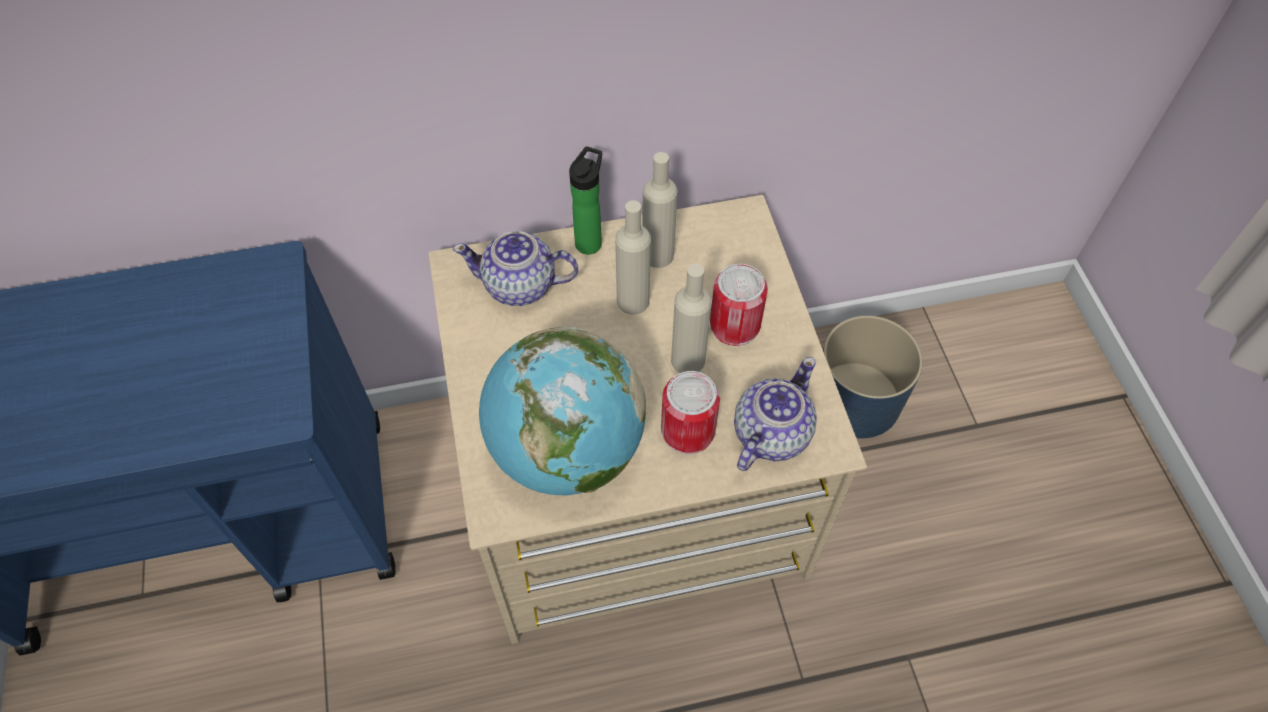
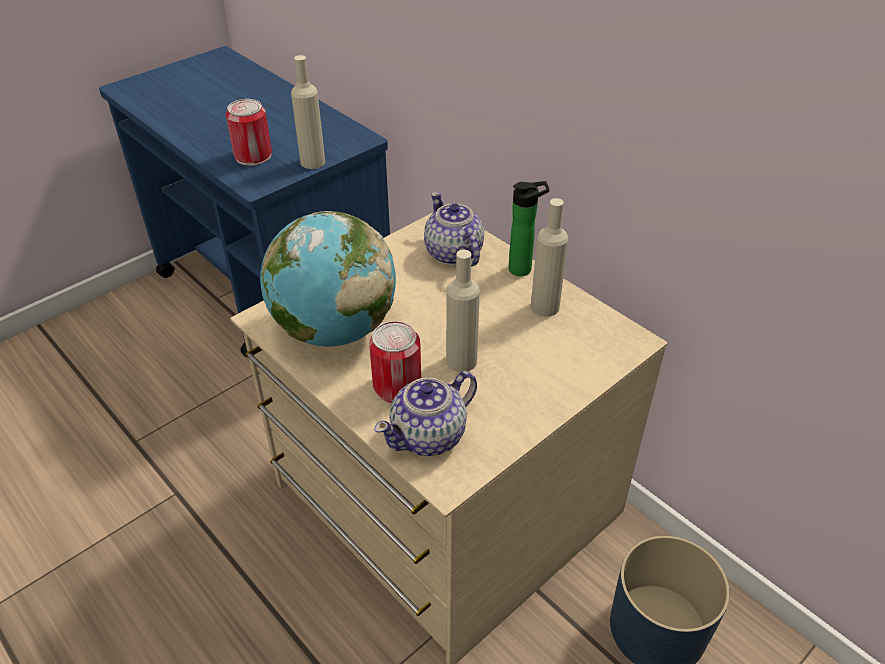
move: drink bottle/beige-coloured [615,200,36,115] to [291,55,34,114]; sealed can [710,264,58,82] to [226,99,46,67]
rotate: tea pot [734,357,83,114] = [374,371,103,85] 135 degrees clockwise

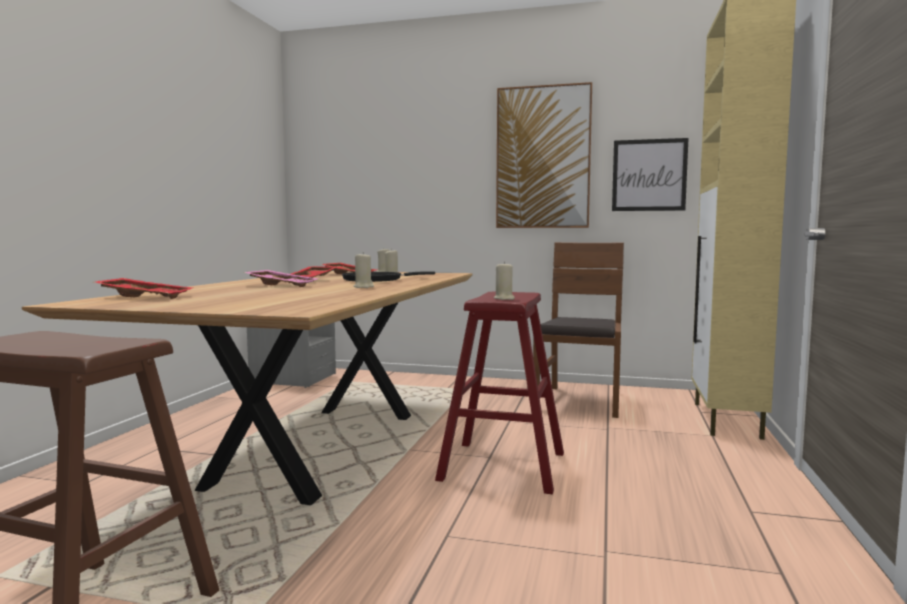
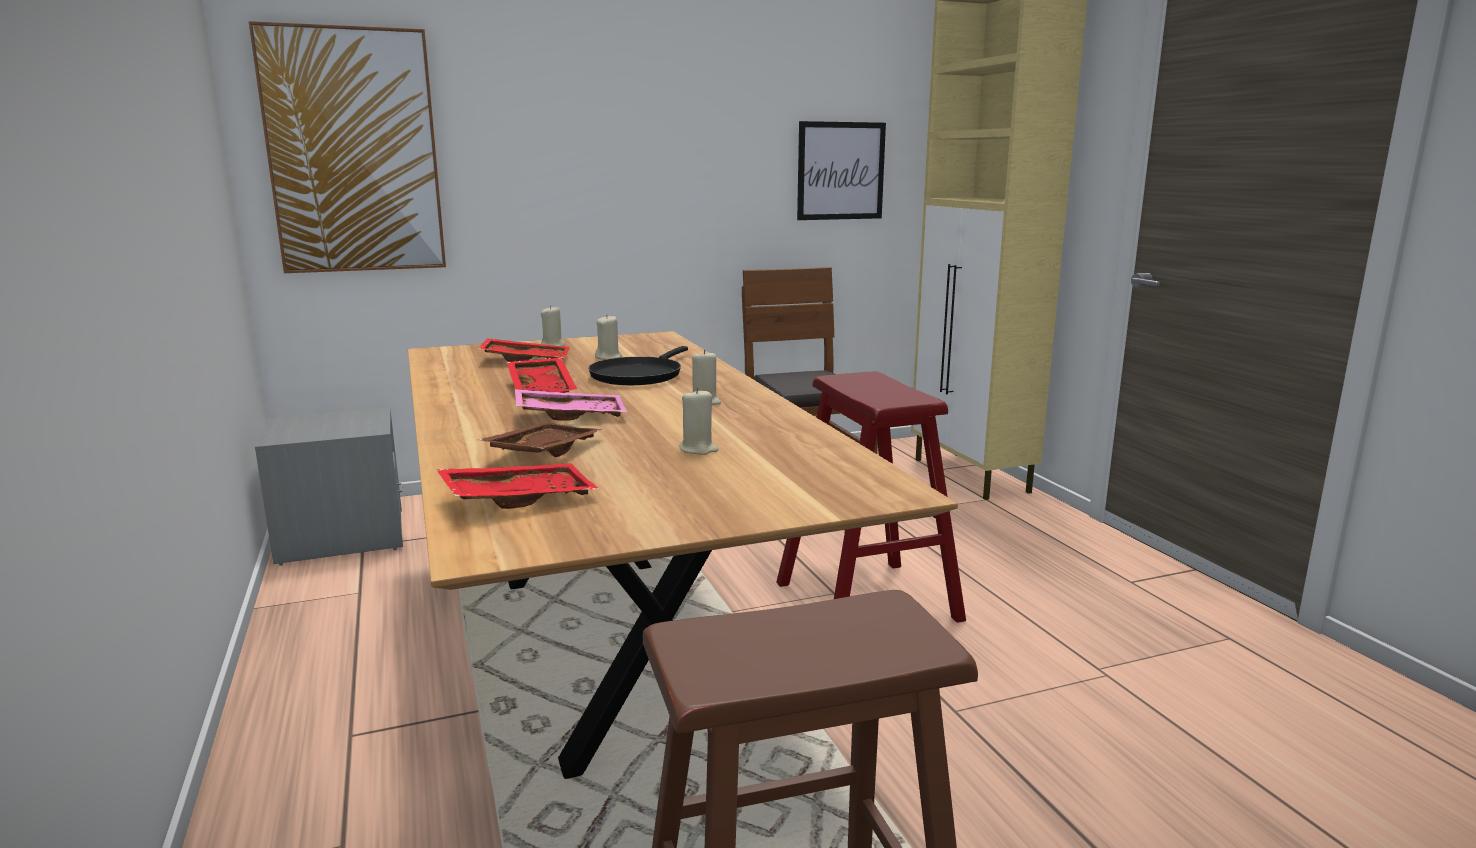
insert: serving tray/brown-coloured [478,422,125,35]
move: wax light/beige-coloured [494,262,21,38] to [679,388,39,67]; picture [496,82,96,146] to [249,21,197,252]

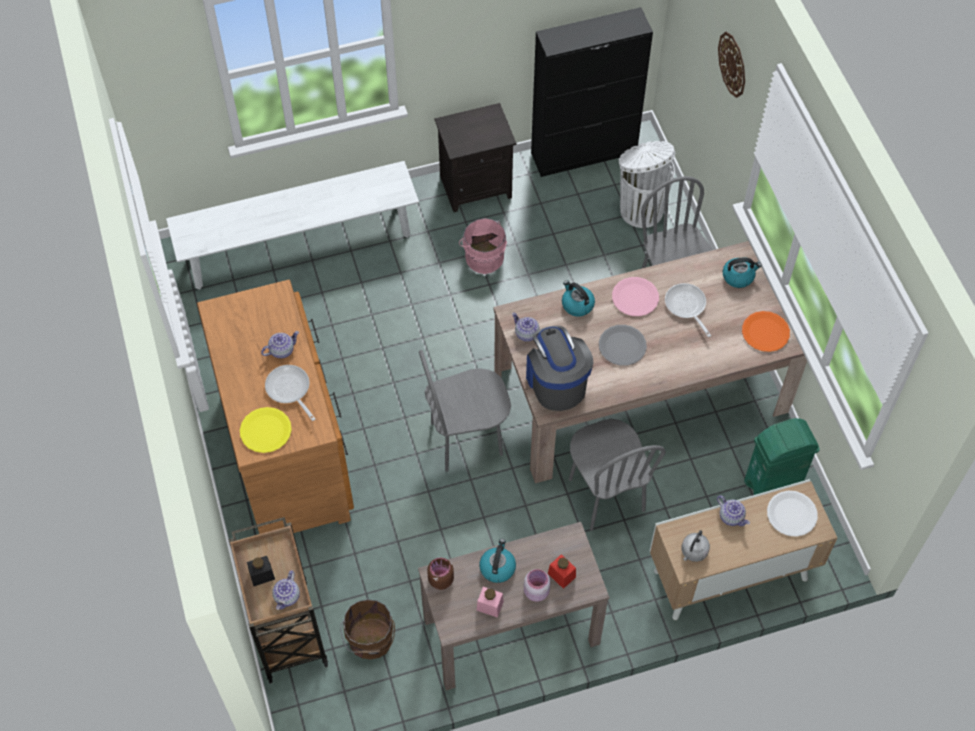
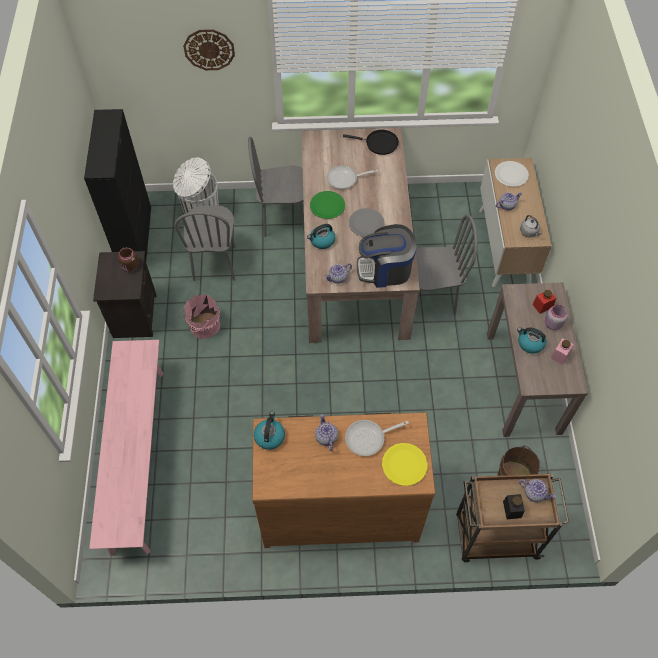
delete: waste bin/greenish [744,418,76,77]
move: plain chair/greyish [419,350,92,122] to [174,205,61,76]; storage jar/brown-coloured [427,558,27,32] to [118,247,21,25]; kettle [723,257,39,31] to [254,412,31,38]
replace: plate/orange [742,311,48,41] to pan/black-coloured [343,130,56,25]
recolor: bench/whitish [166,161,253,129] to bench/pink [89,340,75,216]; plate/pink [612,277,47,39] to plate/greenish [310,191,35,28]

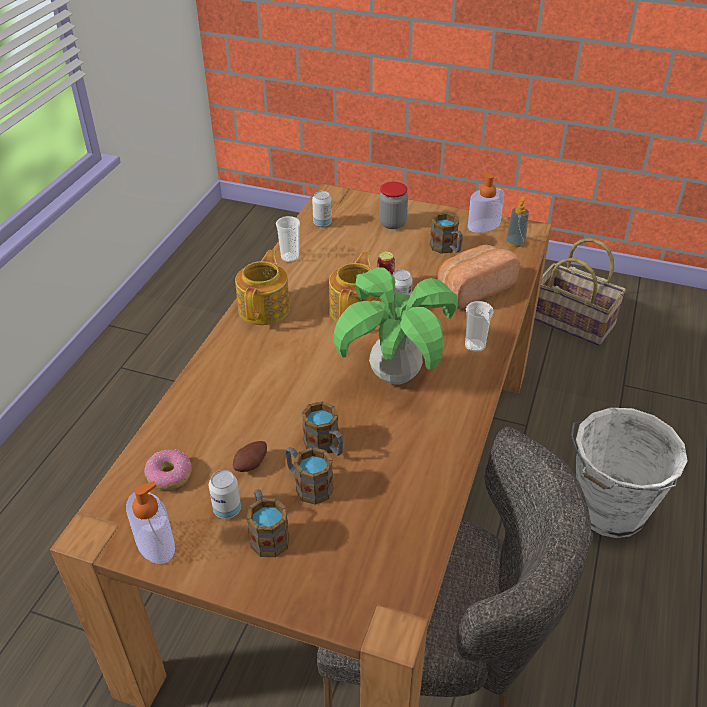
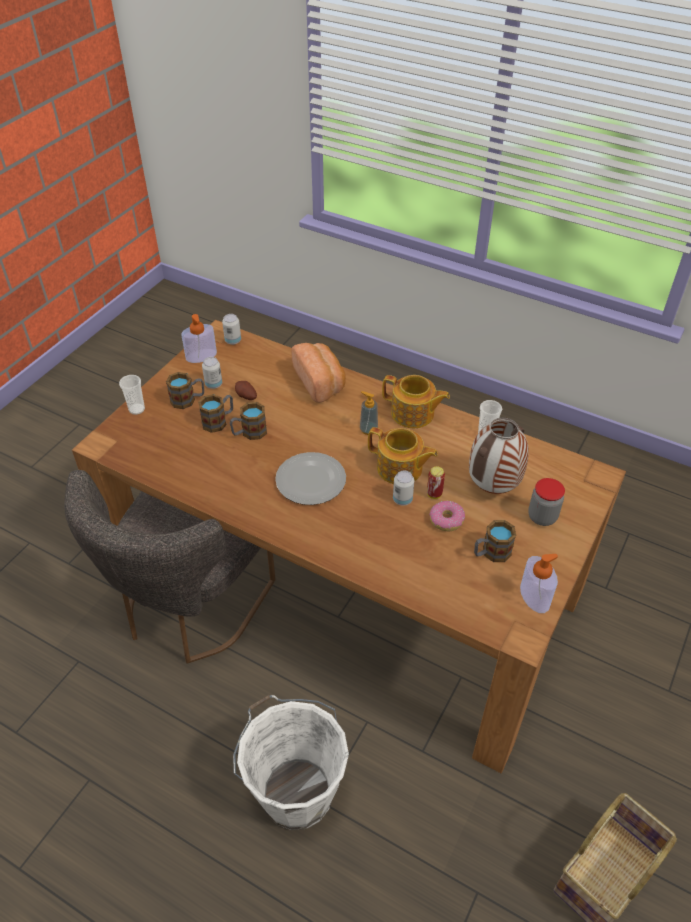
insert: vase [469,418,60,76]
move: doughnut [144,449,48,41] to [429,501,36,30]; sealed can [312,191,20,36] to [222,314,19,31]; bakery bread [437,245,83,64] to [291,343,55,60]; cup [465,301,29,51] to [119,375,26,40]; liquid soap bottle [506,196,23,51] to [360,391,18,44]
replace: houseplant [333,267,125,118] to plate [275,452,71,53]

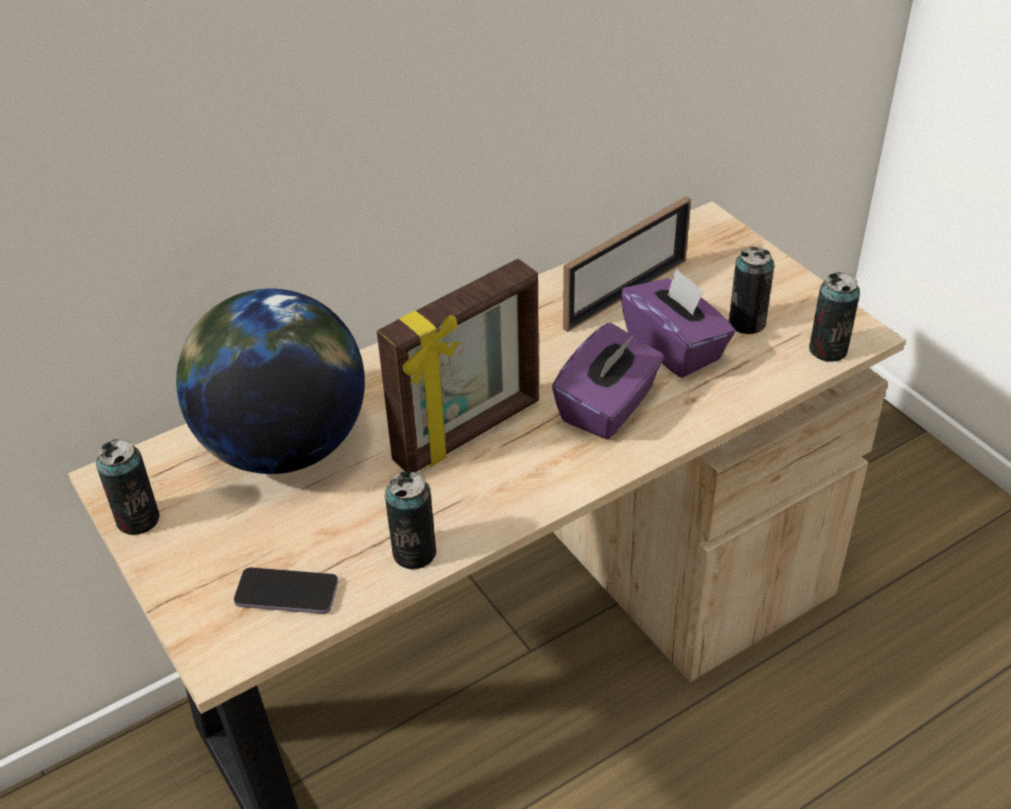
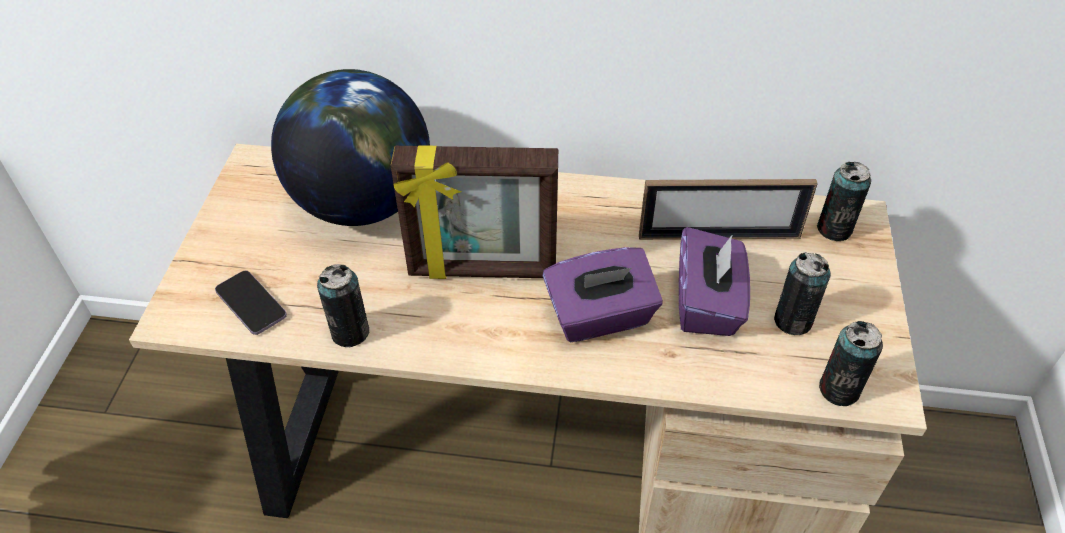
move: sealed can [96,439,64,96] to [817,162,54,79]

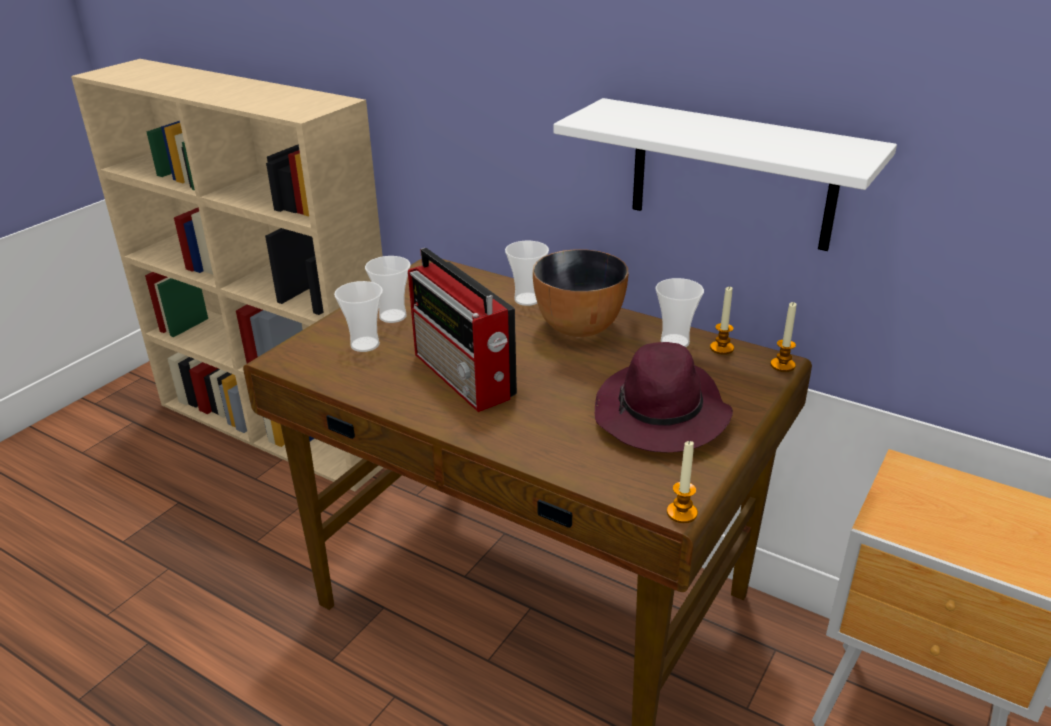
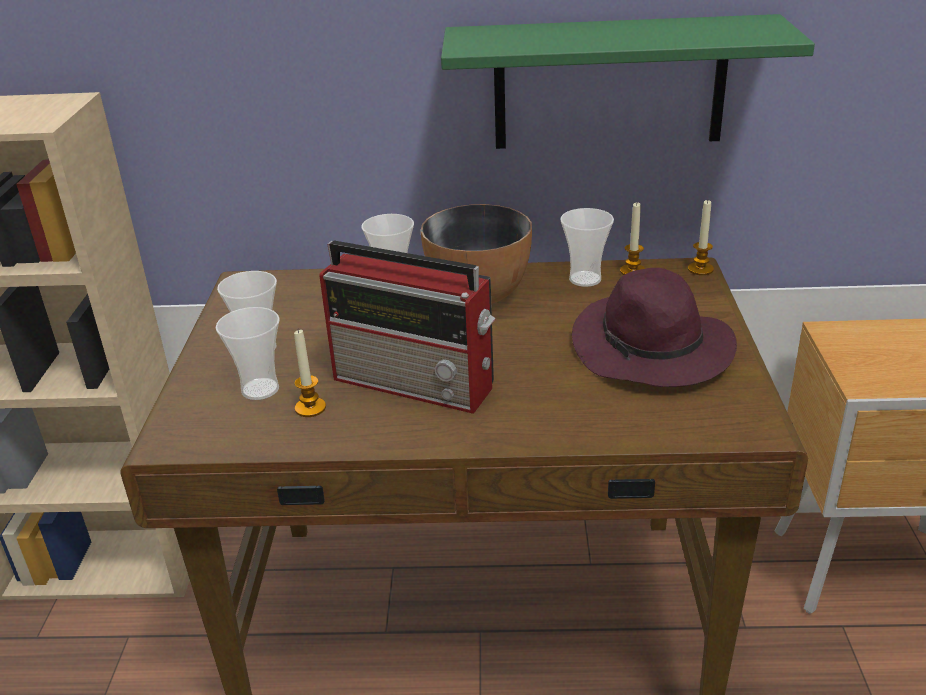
move: wax light [667,440,31,83] to [294,330,32,87]
recolor: wall shelf/whitish [553,98,344,153] to wall shelf/greenish [441,14,374,135]

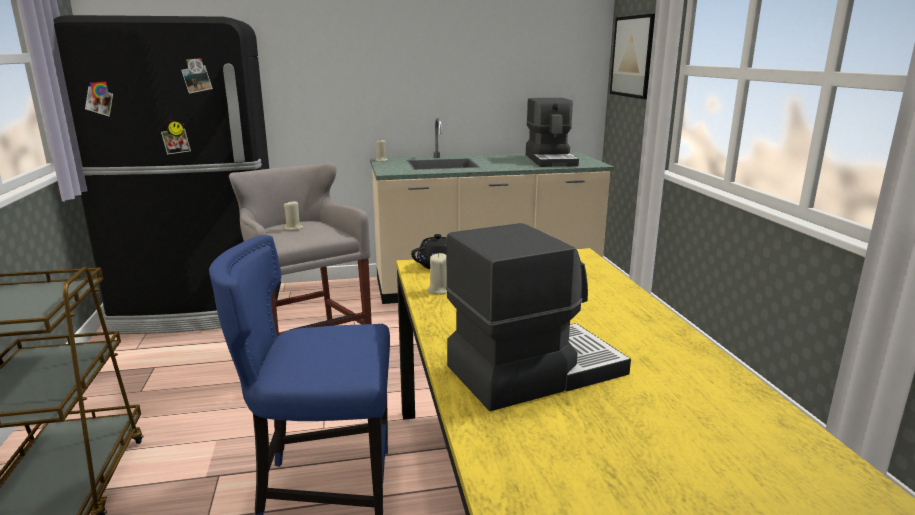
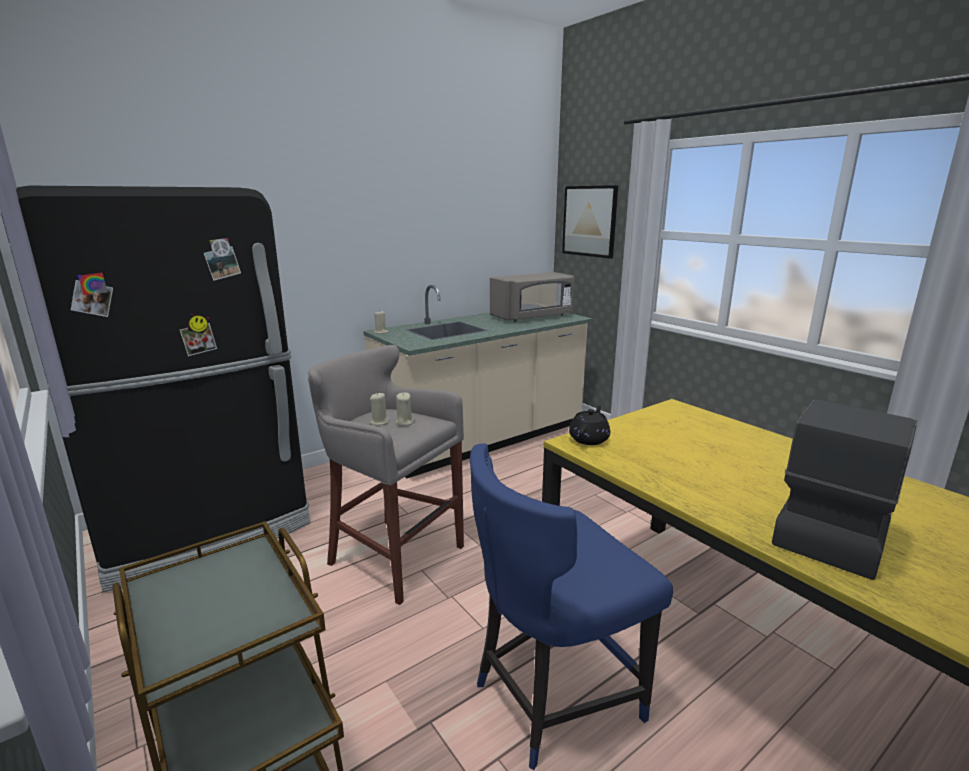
move: wax light/beige-coloured [427,253,20,42] to [395,392,19,34]
replace: coffee brewer [526,98,53,69] to microwave oven/greyish [490,272,85,50]

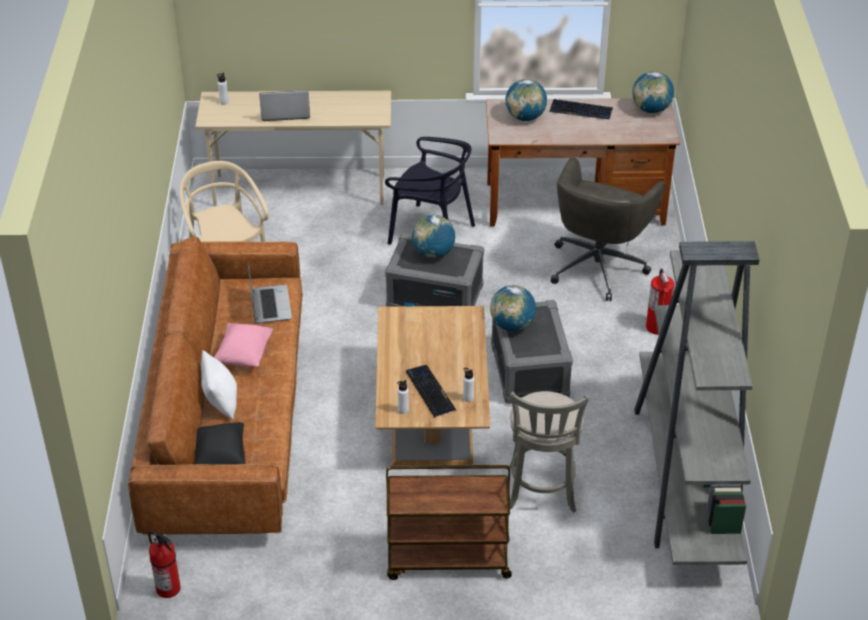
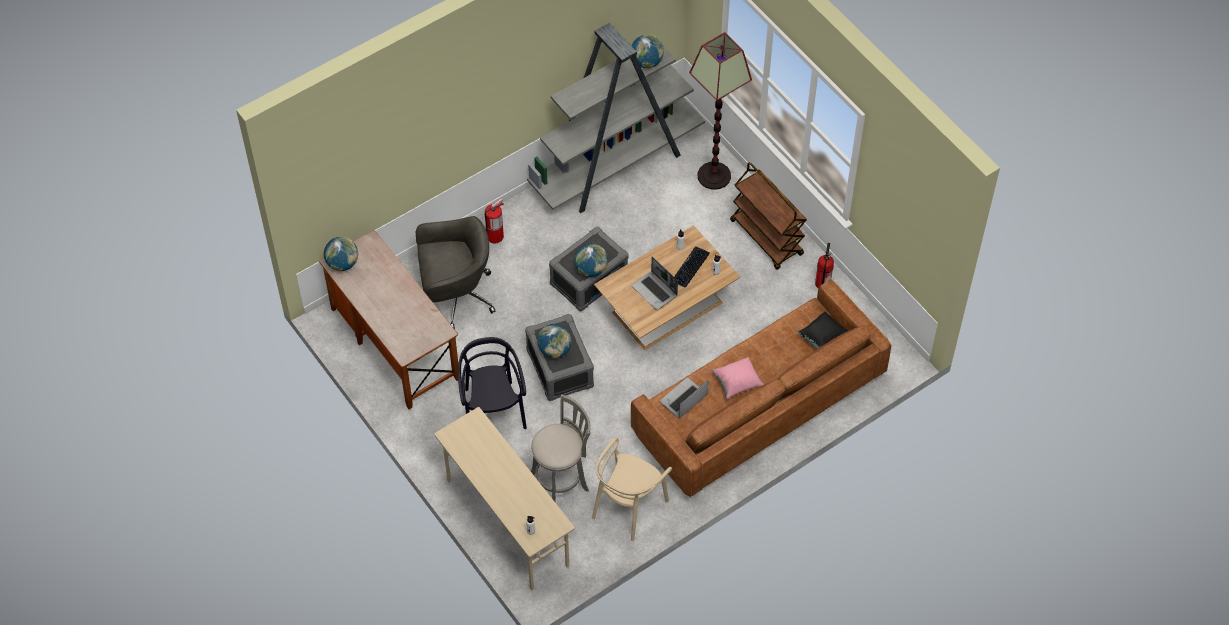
delete: throw pillow/whitish [201,350,36,69]; keyboard [550,99,63,21]
insert: floor lamp [689,32,63,158]
move: fire-fighting cylinder [148,531,33,67] to [815,243,19,45]; notebook computer [259,90,51,31] to [631,257,47,53]; world globe [506,79,41,42] to [632,35,32,33]; stool/greyish [509,391,81,121] to [531,394,60,109]

